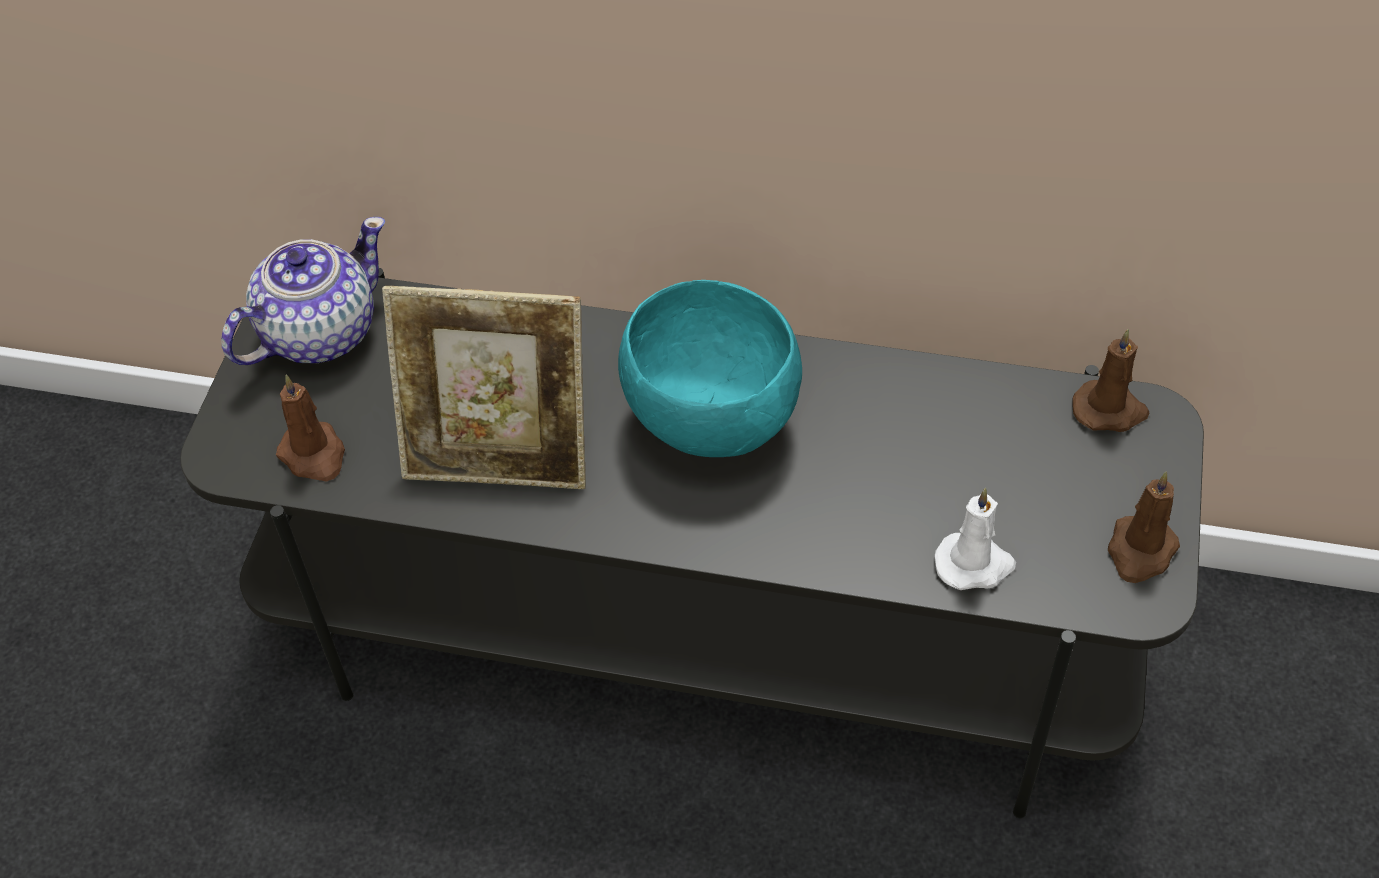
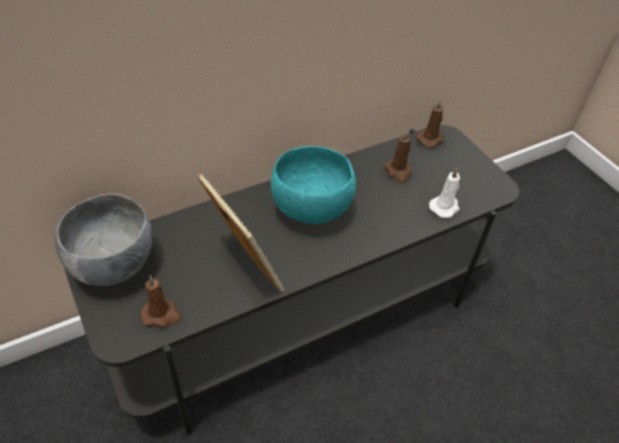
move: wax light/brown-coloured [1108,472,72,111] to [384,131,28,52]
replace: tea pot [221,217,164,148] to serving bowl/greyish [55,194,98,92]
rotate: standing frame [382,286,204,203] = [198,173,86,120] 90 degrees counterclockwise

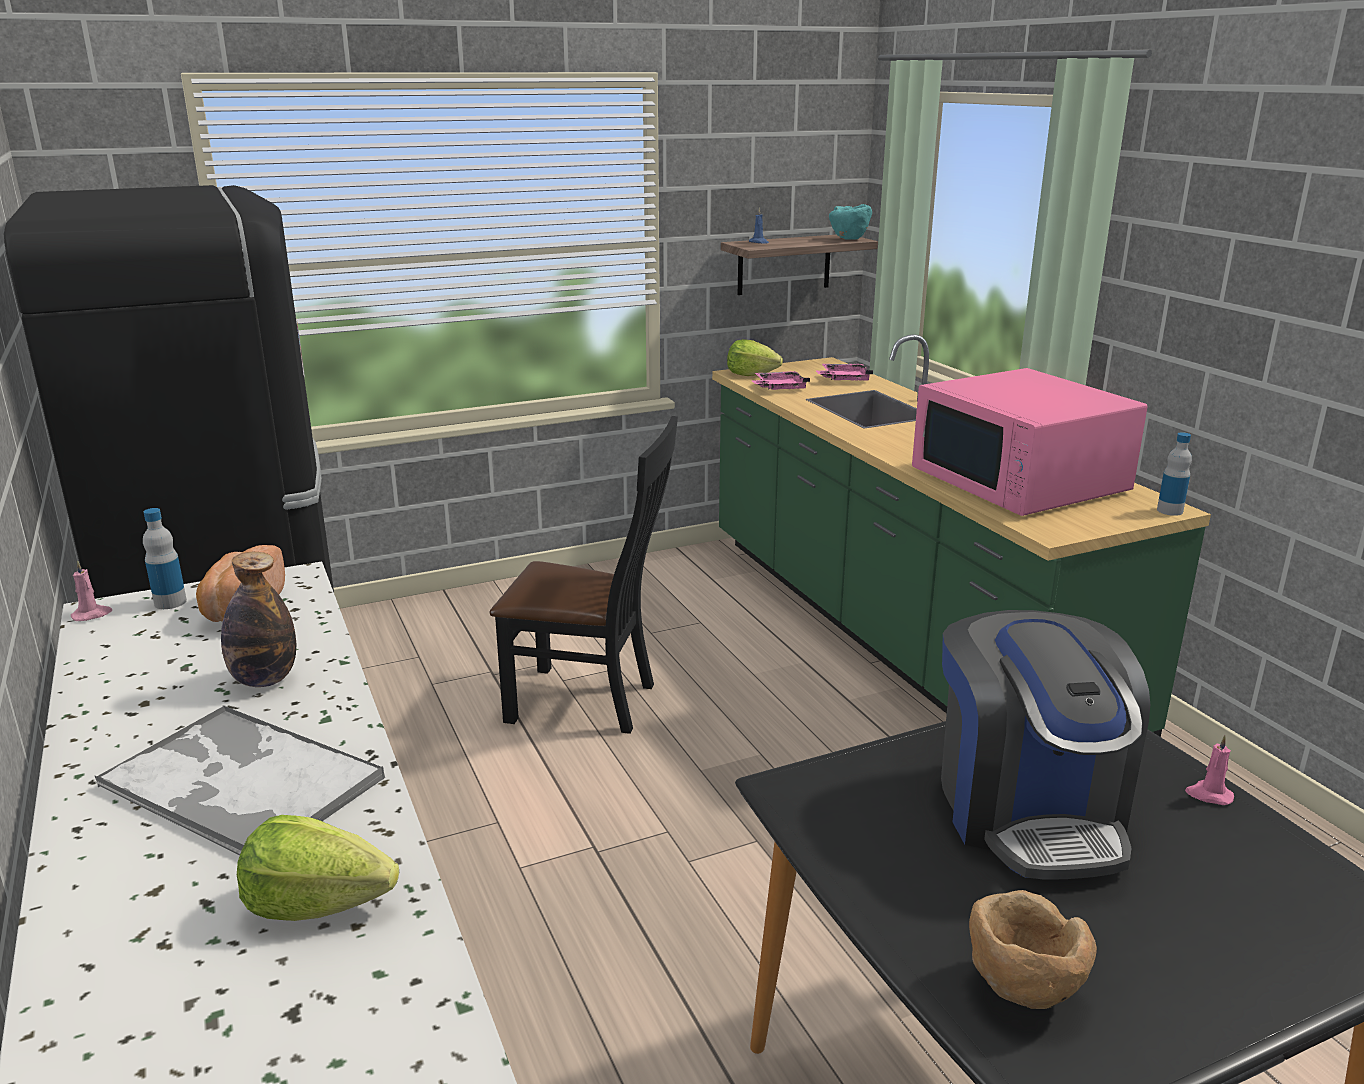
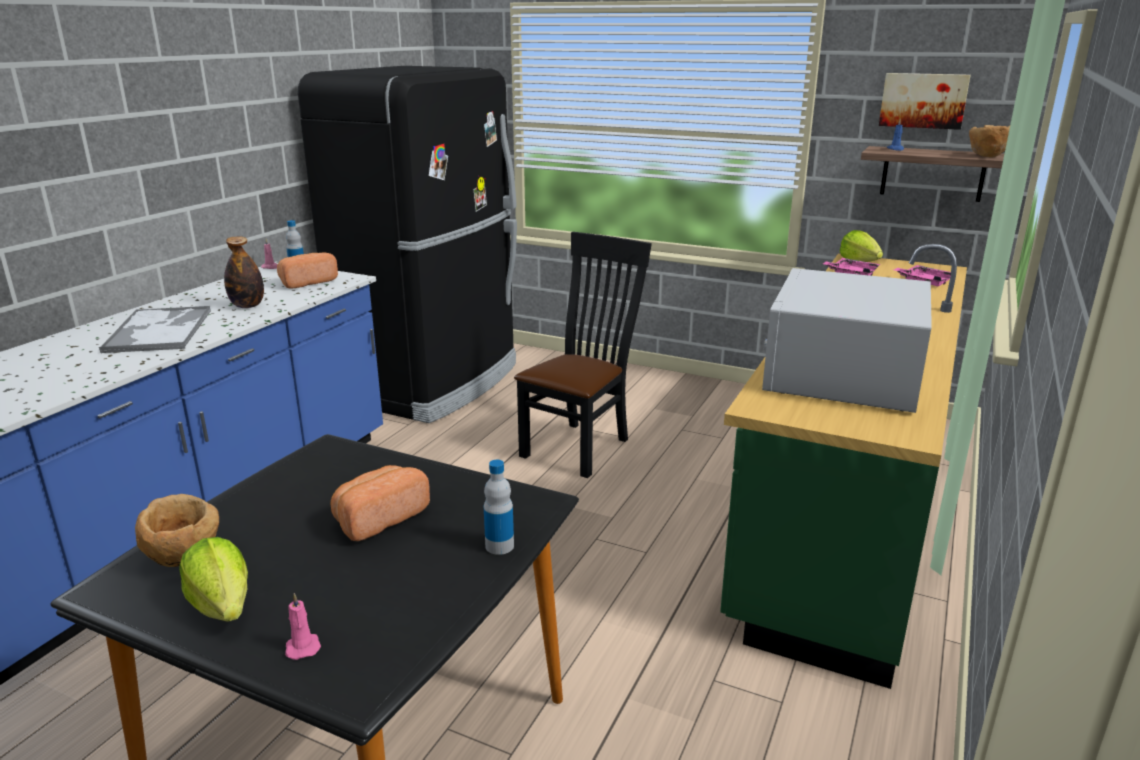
insert: picture [879,73,92,57]
move: head of lettuce [237,815,162,106] to [179,537,69,85]; drink bottle [1157,432,35,84] to [484,460,30,95]; wax light/pink [1185,735,49,70] to [285,593,36,67]
replace: coffee brewer [941,610,210,270] to bakery bread [331,465,99,76]
recolor: serving bowl/blue-green [829,204,43,36] to serving bowl/brown-coloured [969,125,41,33]; microwave oven/pink [912,368,236,148] to microwave oven/whitish [762,268,170,145]
rotate: plain chair/black-coloured [490,416,188,318] = [514,232,138,246] 120 degrees counterclockwise

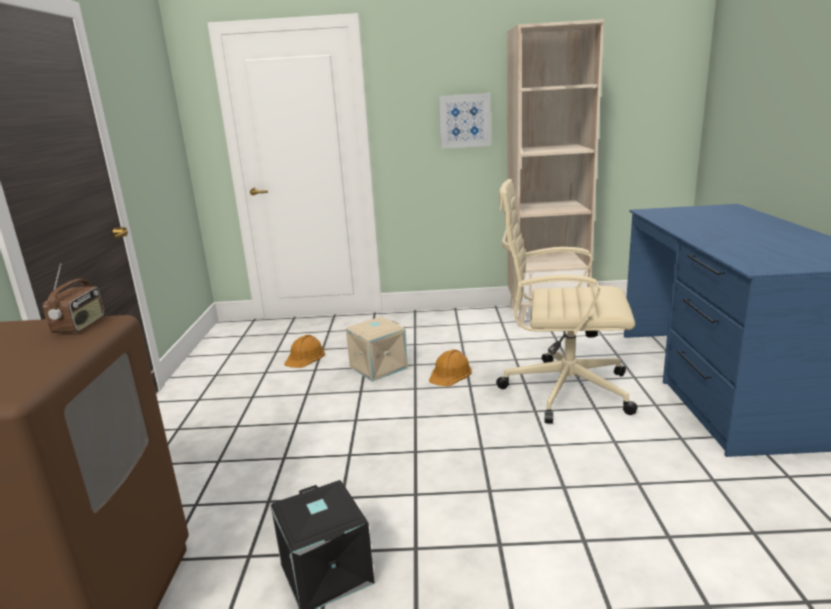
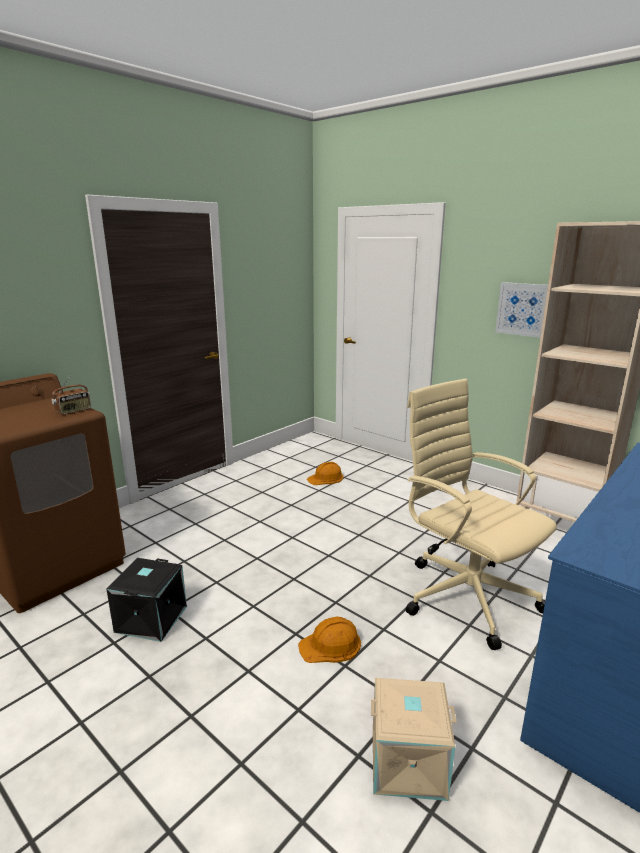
move: storage bin/beige-coloured [346,317,62,65] to [371,678,86,123]; work helmet/orange [429,349,43,37] to [298,616,63,47]

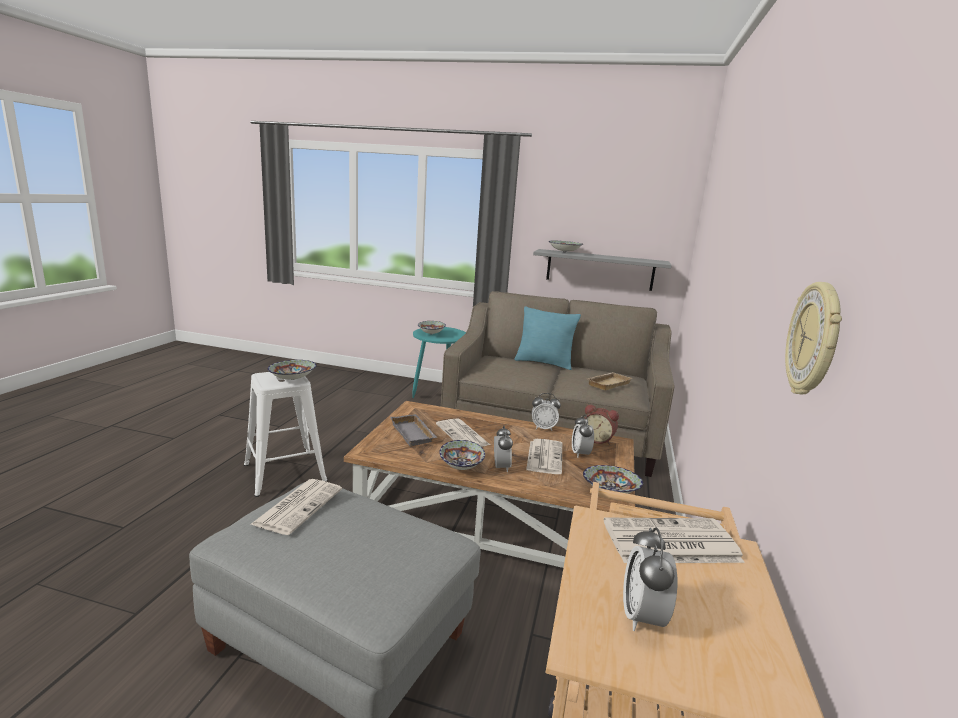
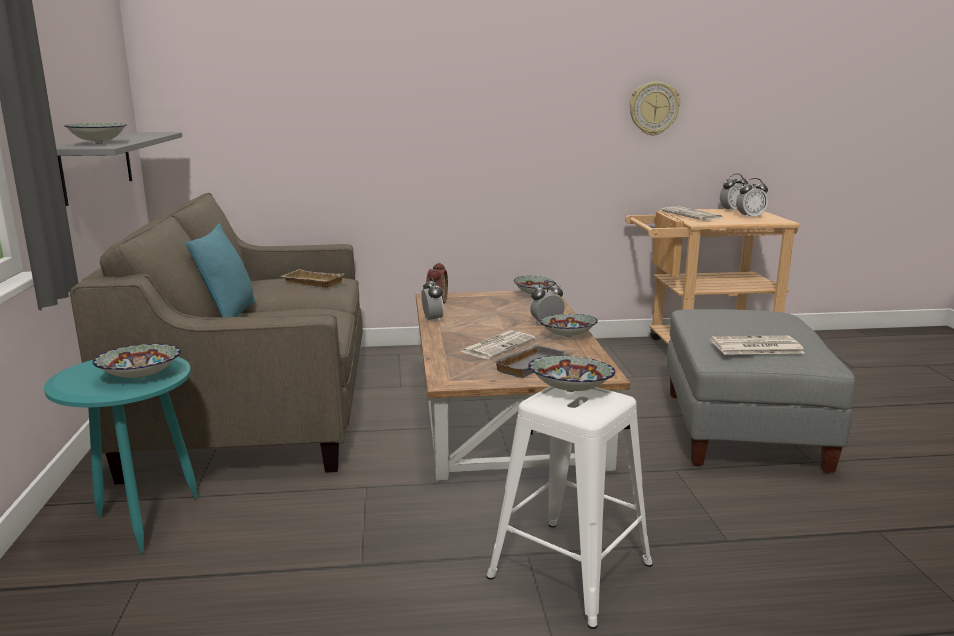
delete: newspaper [526,439,36,35]
move: table clock [572,415,22,43] to [720,174,28,38]

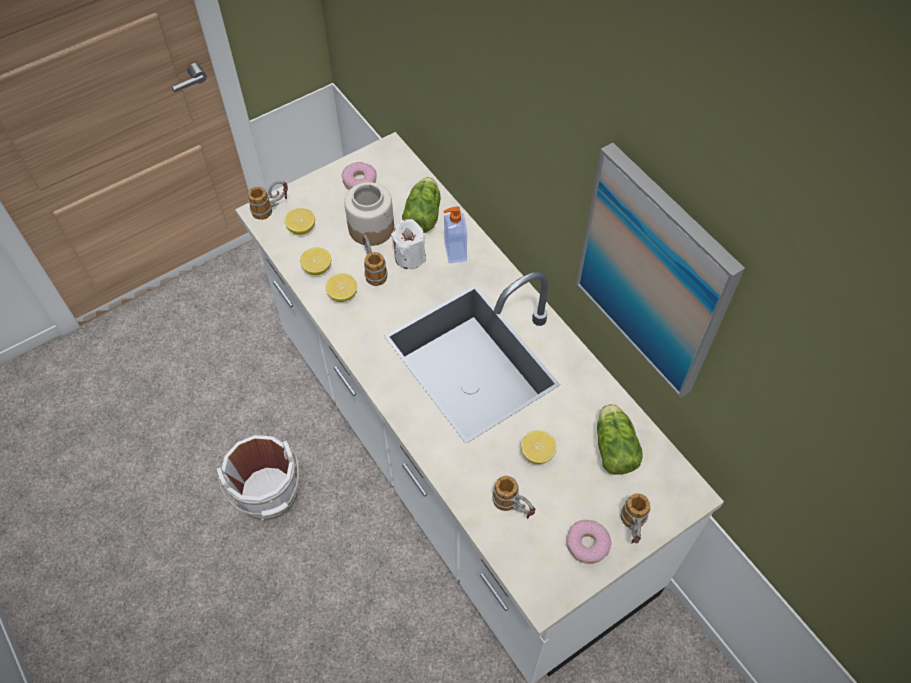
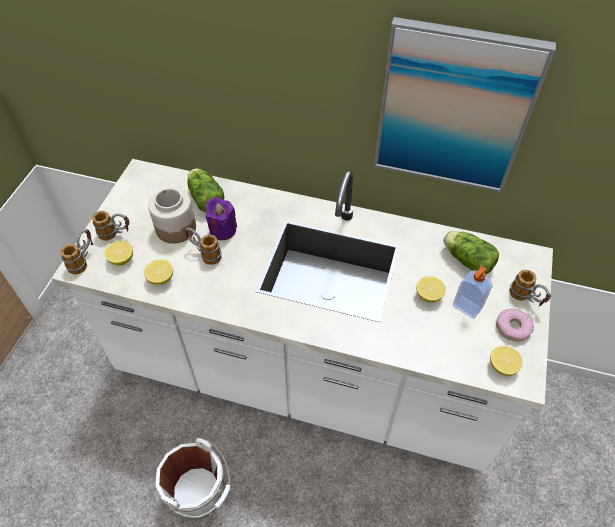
delete: doughnut [341,162,35,28]
move: whole lemon [325,273,33,29] to [490,346,33,30]; liquid soap bottle [444,206,23,58] to [453,266,39,53]; tea mug [492,476,43,43] to [92,211,37,30]
recolor: wax light/whitish [391,219,35,50] to wax light/purple [206,197,31,43]

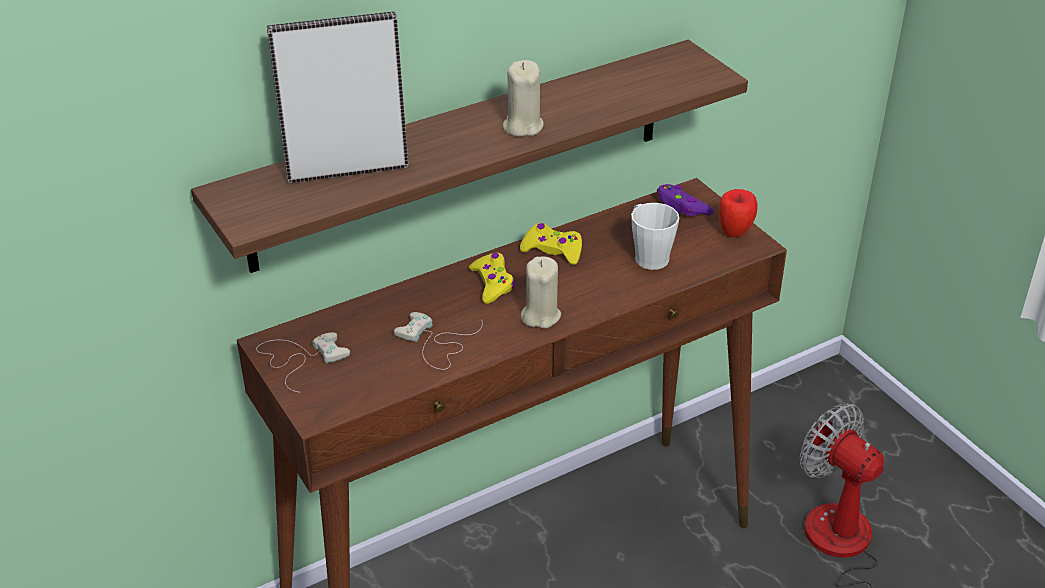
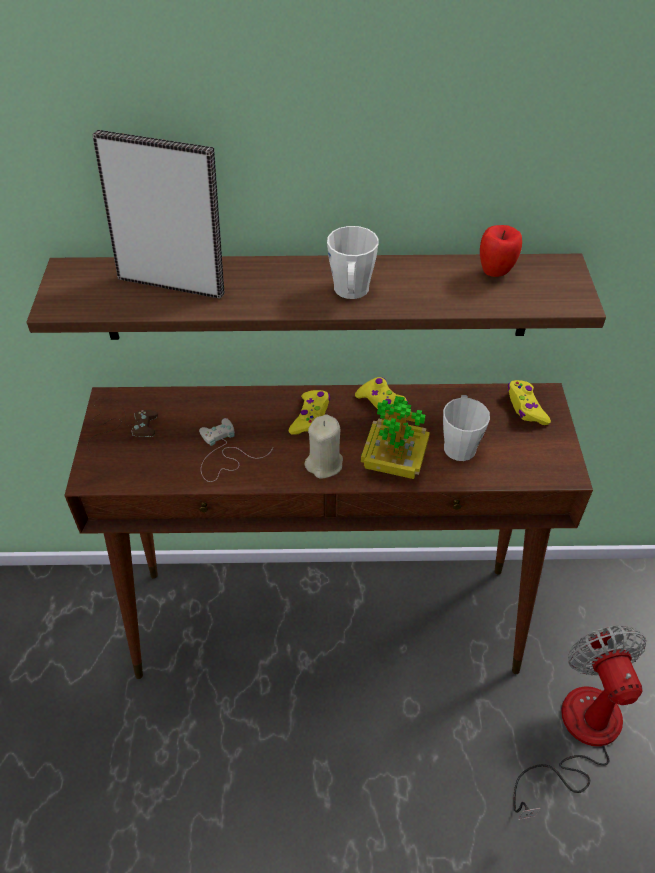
insert: houseplant [361,396,69,83]
move: apple [719,189,38,48] to [480,225,42,52]
replace: wax light/beige-coloured [503,60,41,77] to tea mug/whitish [327,226,52,73]
recolor: joypad/whitish [256,332,94,61] to joypad/brown-coloured [88,399,70,54]; joypad/purple [657,184,57,32] to joypad/yellow-coloured [508,380,43,45]

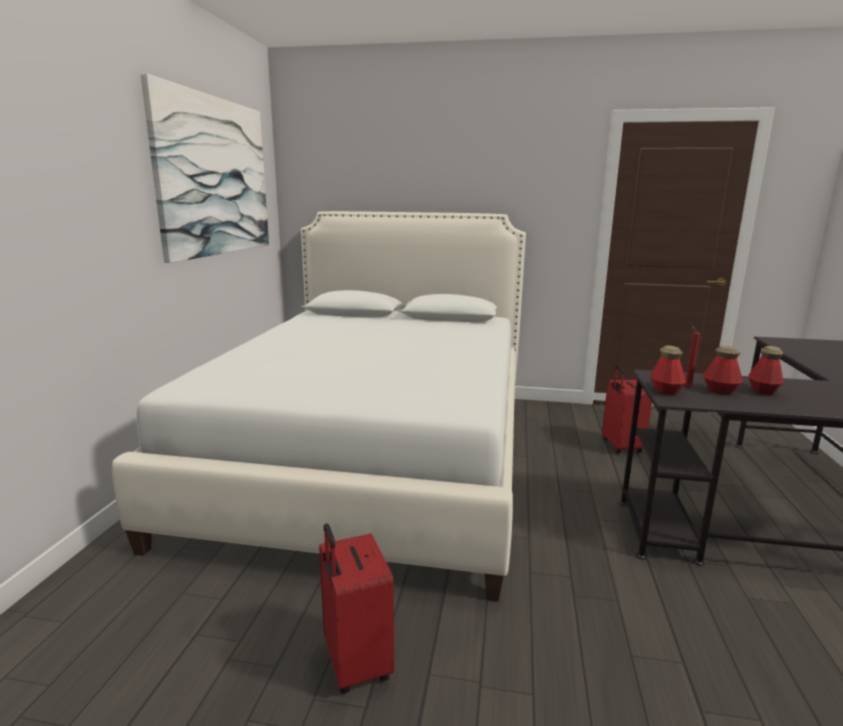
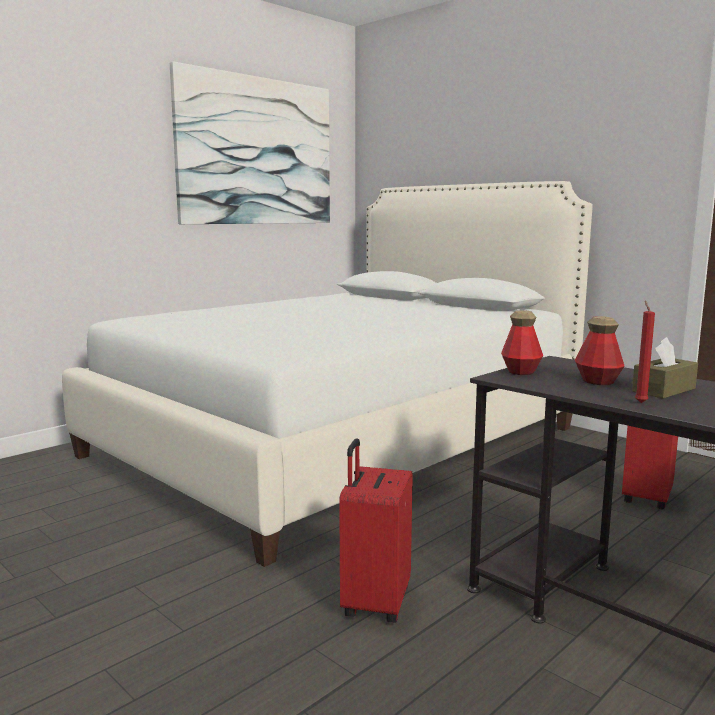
move: travel case/red-coloured [319,523,75,171] to [339,438,74,185]; wax light/red-coloured [685,325,15,62] to [635,300,20,103]
replace: drink bottle [748,346,36,49] to tissue holder/brown-coloured [632,337,66,62]

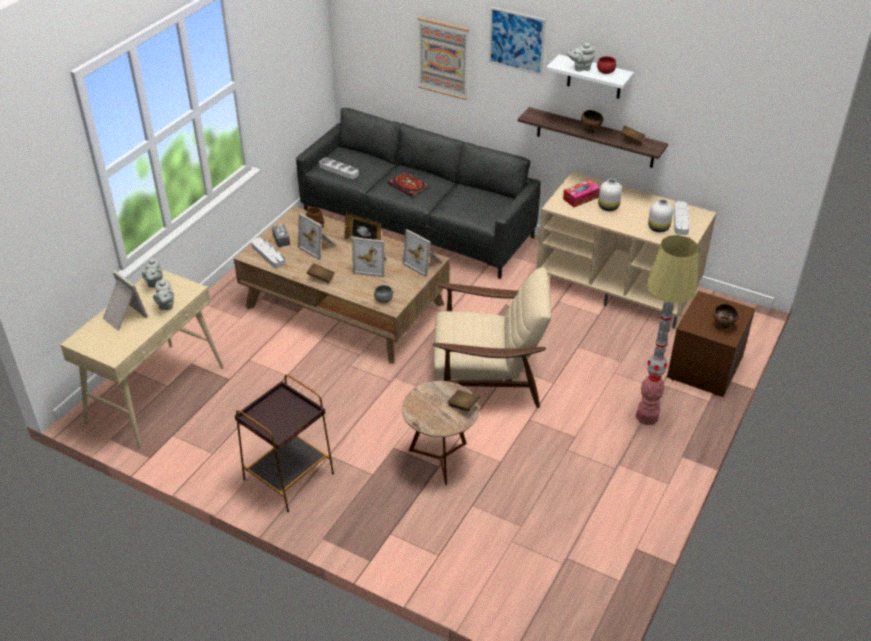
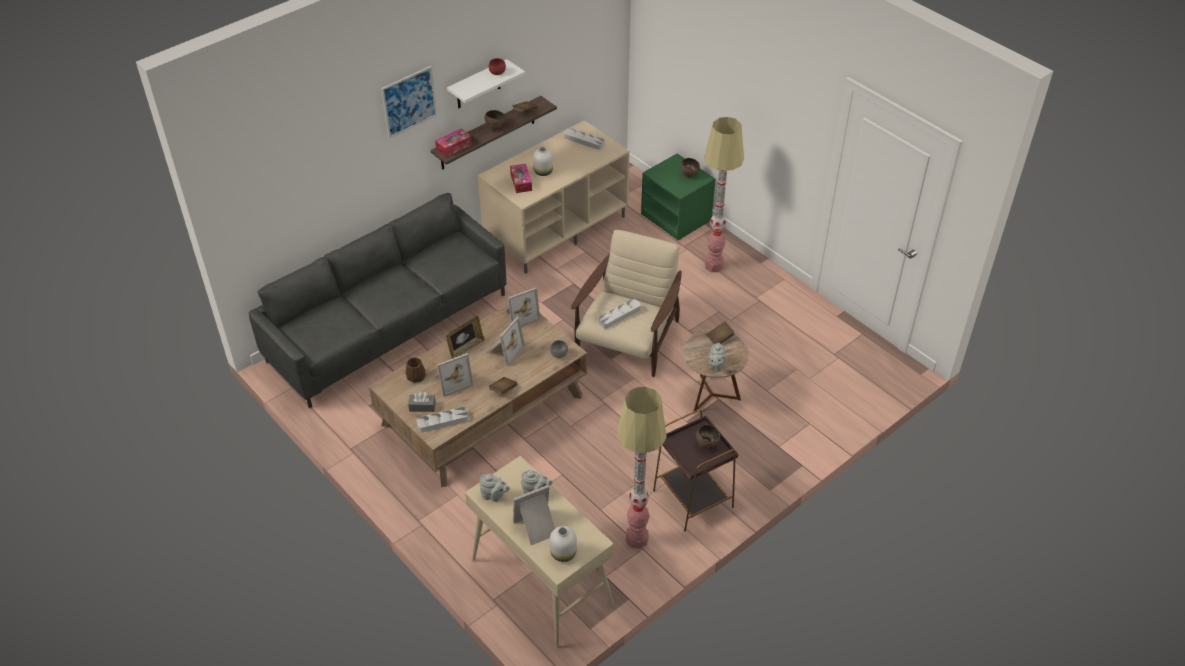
delete: volume [388,172,41,25]; picture [417,17,52,83]
insert: tissue holder [435,128,37,29]; floor lamp [617,387,50,162]; serving bowl/brown-coloured [696,425,24,24]
move: serving tray/greyish [319,158,40,21] to [598,299,43,29]; tea pot/greyish [567,43,28,28] to [707,343,19,29]; vase/whitish [648,199,25,33] to [550,526,27,36]
recolor: night table/brown-coloured [667,291,88,106] to night table/greenish [641,154,74,86]

